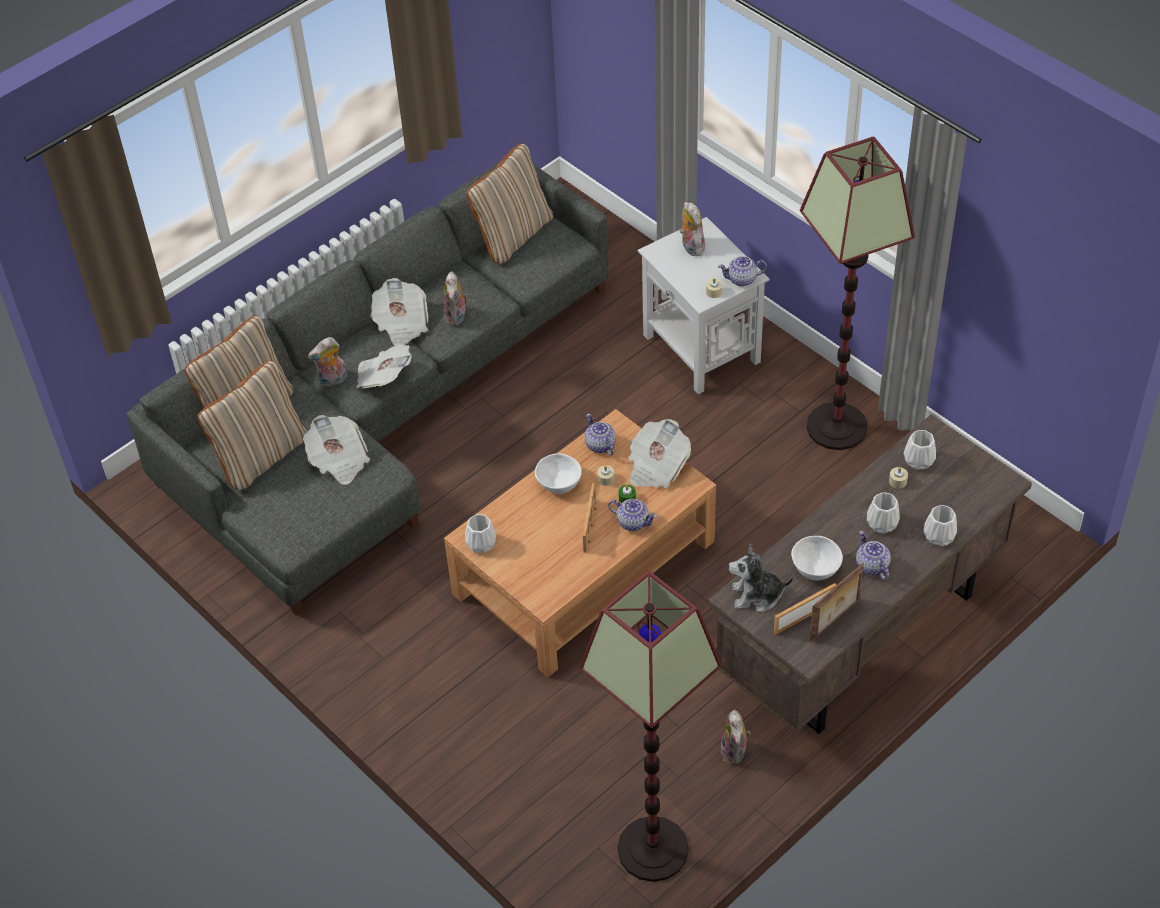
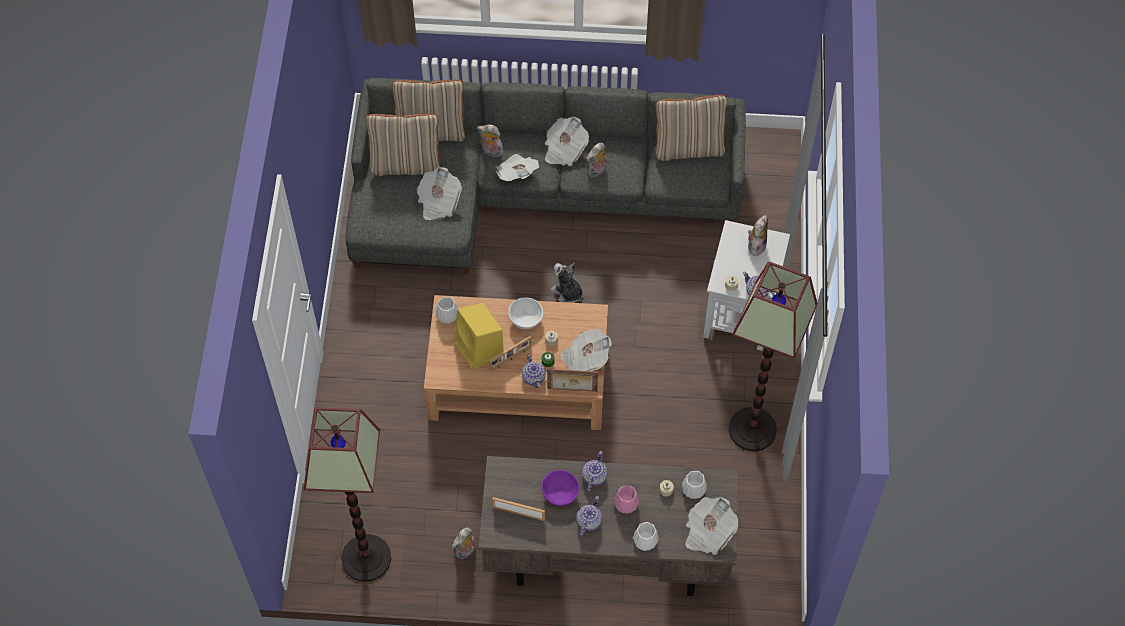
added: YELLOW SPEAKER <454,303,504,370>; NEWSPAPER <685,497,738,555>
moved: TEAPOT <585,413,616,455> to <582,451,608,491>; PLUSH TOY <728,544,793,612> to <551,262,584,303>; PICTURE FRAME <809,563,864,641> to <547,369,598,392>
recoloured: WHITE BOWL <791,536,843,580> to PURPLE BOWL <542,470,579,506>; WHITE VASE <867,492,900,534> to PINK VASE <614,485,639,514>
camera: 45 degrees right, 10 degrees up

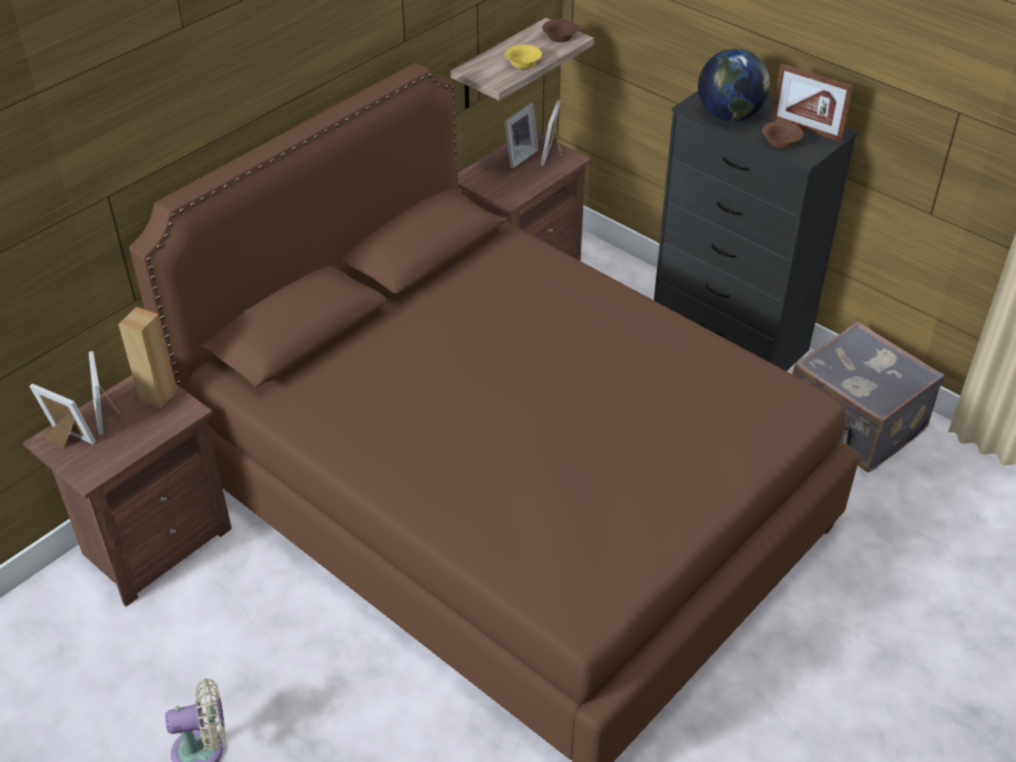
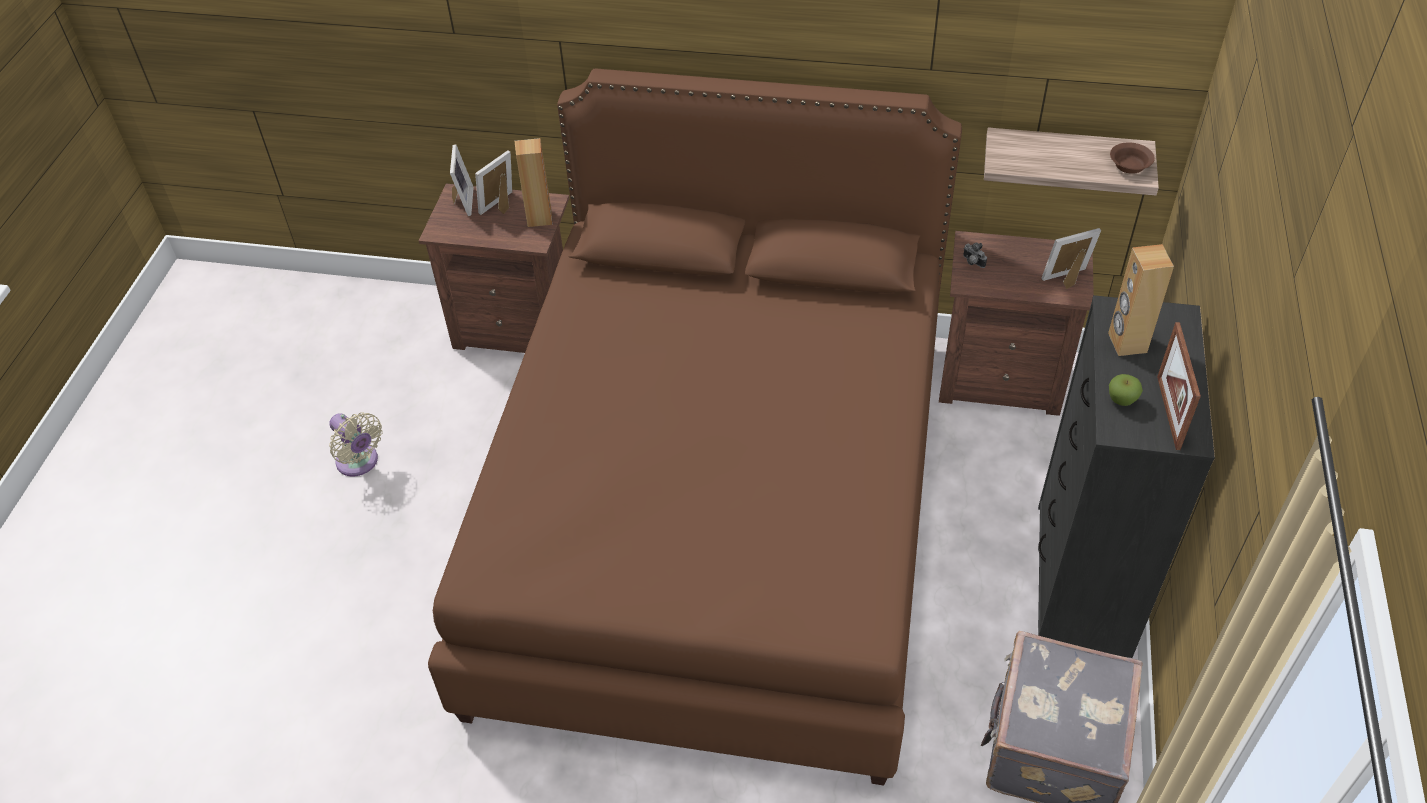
removed: YELLOW BOWL <505,45,542,69>; PICTURE FRAME <505,103,539,168>
added: PHOTO CAMERA <963,242,987,268>
replaced: GLOBE <698,49,770,122> to BROWN SPEAKER <1108,244,1174,356>; BROWN BOWL <762,121,803,149> to APPLE <1109,374,1143,406>
camera: 60 degrees right, 5 degrees up

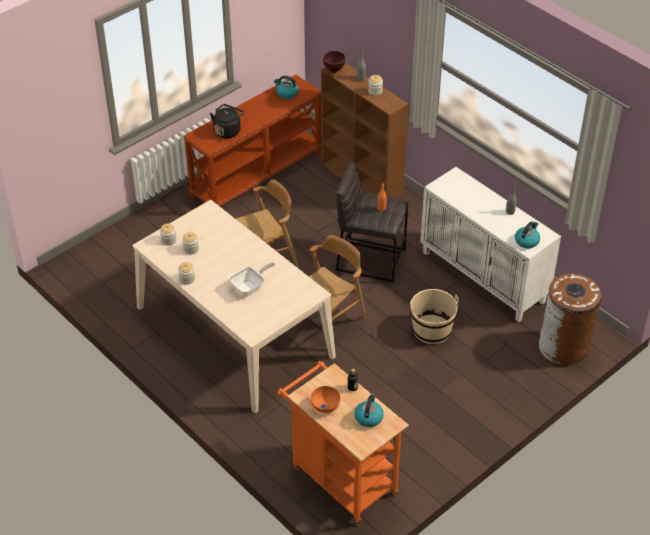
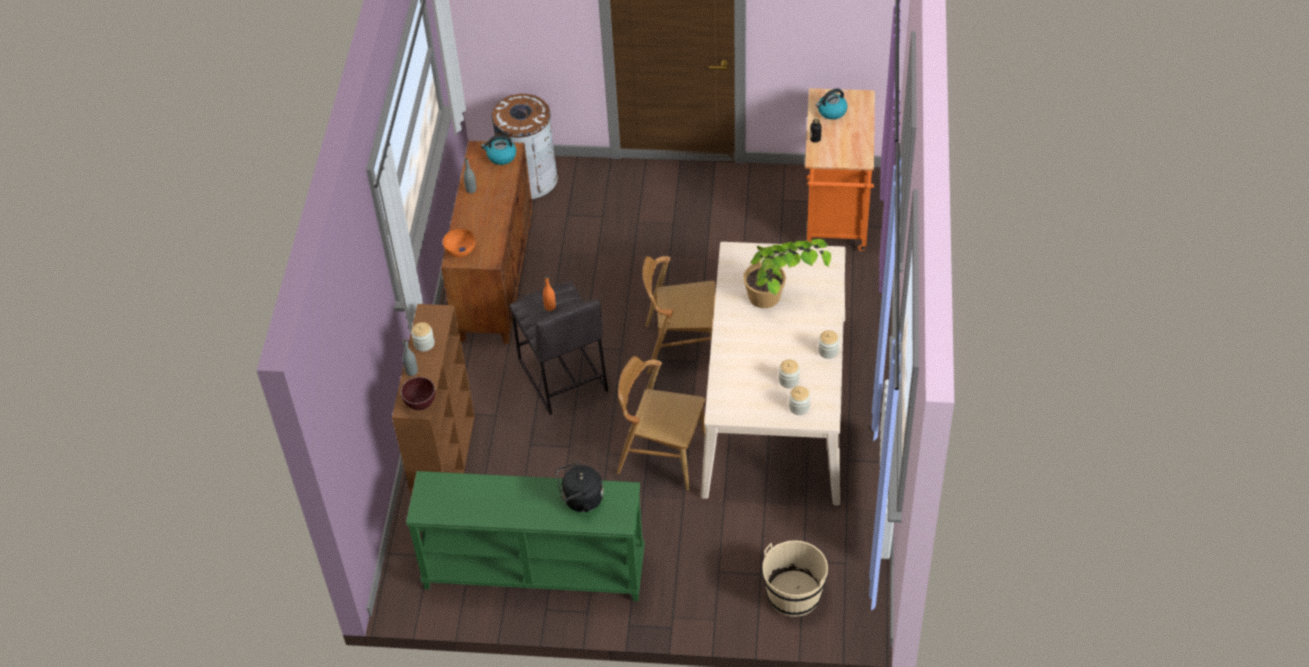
removed: KETTLE <274,76,298,99>
moved: ORANGE BOWL <311,386,340,413> to <443,229,475,257>; BEIGE BUCKET <410,289,459,344> to <762,541,828,617>
replaced: FRYING PAN <229,262,275,296> to POTTED PLANT <743,239,831,308>
recoloured: BROWN CONSOLE TABLE <183,75,321,206> to GREEN CONSOLE TABLE <406,471,645,601>; WHITE CABINET <420,167,561,322> to BROWN CABINET <441,141,533,344>
camera: 130 degrees left, 5 degrees up

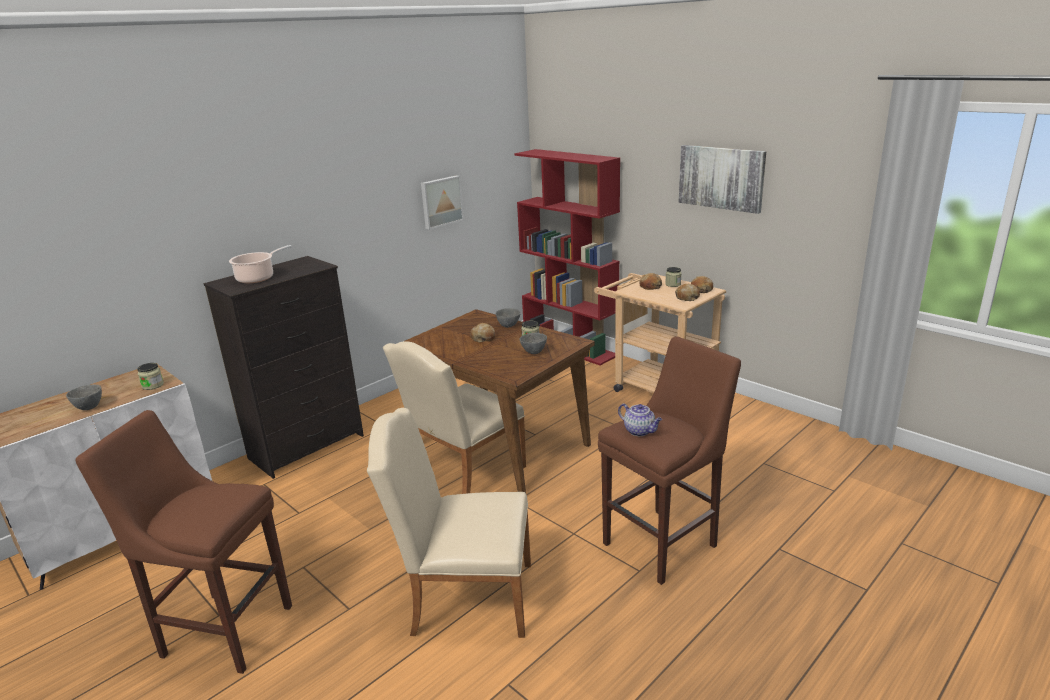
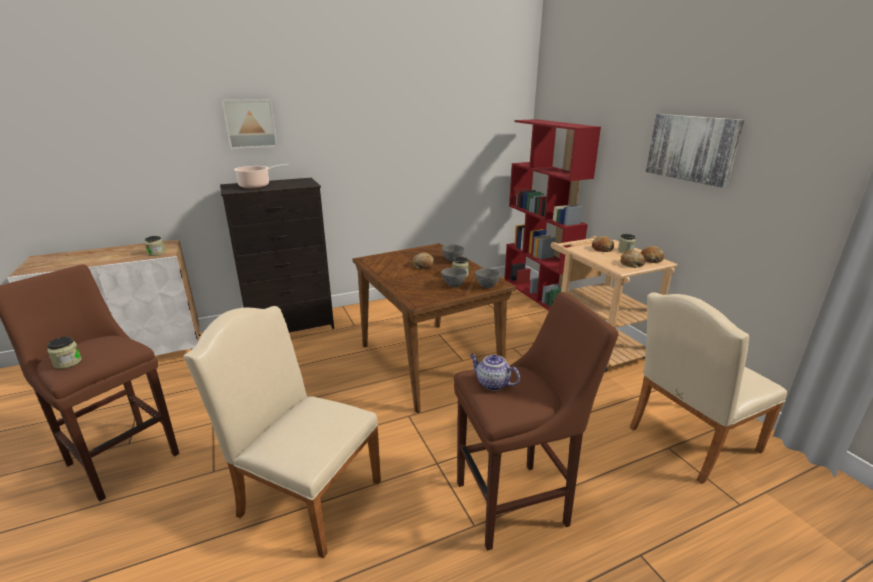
added: JAR <47,337,82,369>
moved: GREY BOWL <66,384,102,410> to <475,268,500,288>; BEIGE CHAIR <383,341,526,494> to <629,293,787,484>; PICTURE <421,175,464,229> to <222,99,278,149>
turned: TEAPOT <618,404,662,436> = <469,354,520,391> 150 degrees clockwise
camera: 20 degrees right, 0 degrees up

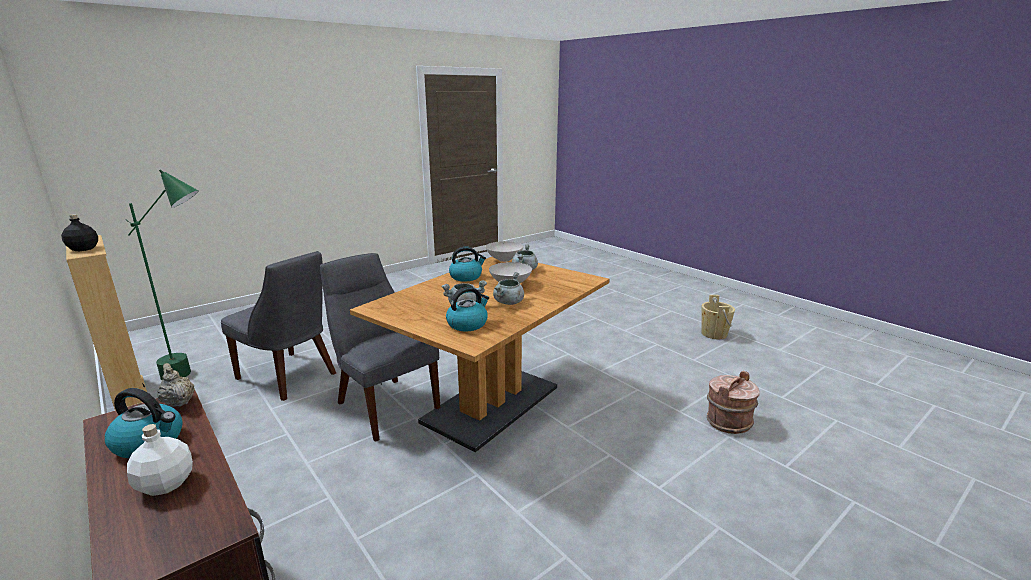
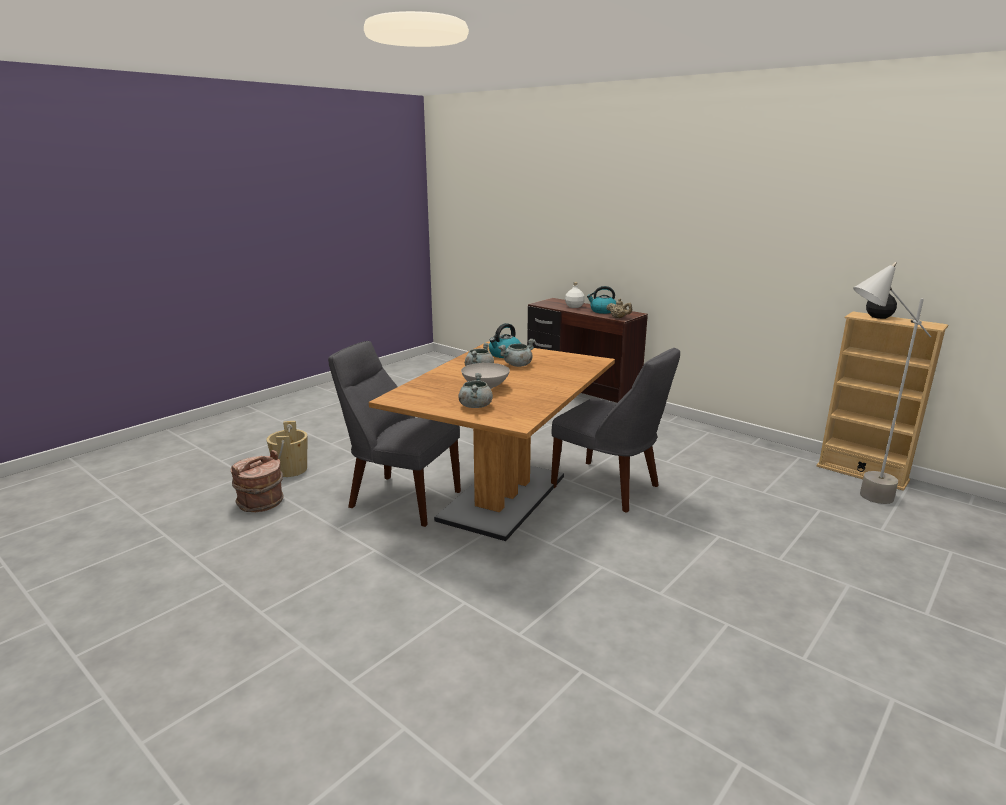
removed: KETTLE <449,247,486,281>; WHITE BOWL <486,241,523,262>
moved: GREY CHAIR <221,251,336,401> to <328,341,461,527>; BEIGE BUCKET <701,295,735,339> to <266,421,308,477>
recoloured: GREEN FLOOR LAMP <126,169,199,380> to GREY FLOOR LAMP <853,262,931,504>
camera: 170 degrees right, 0 degrees up

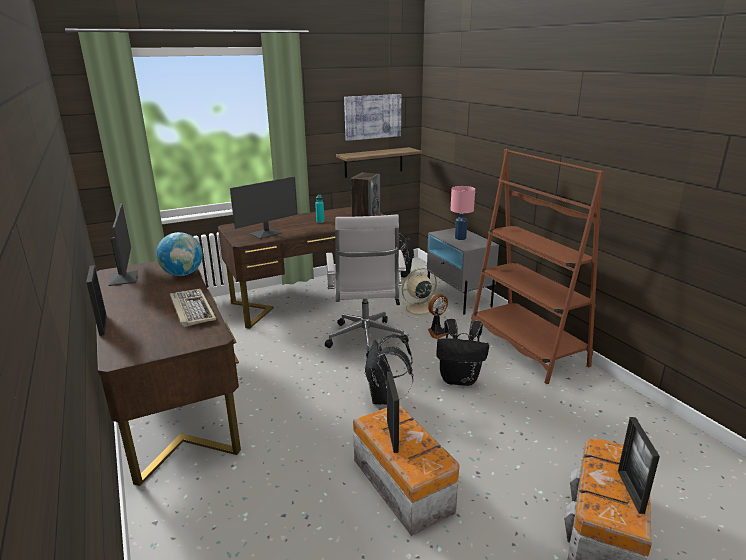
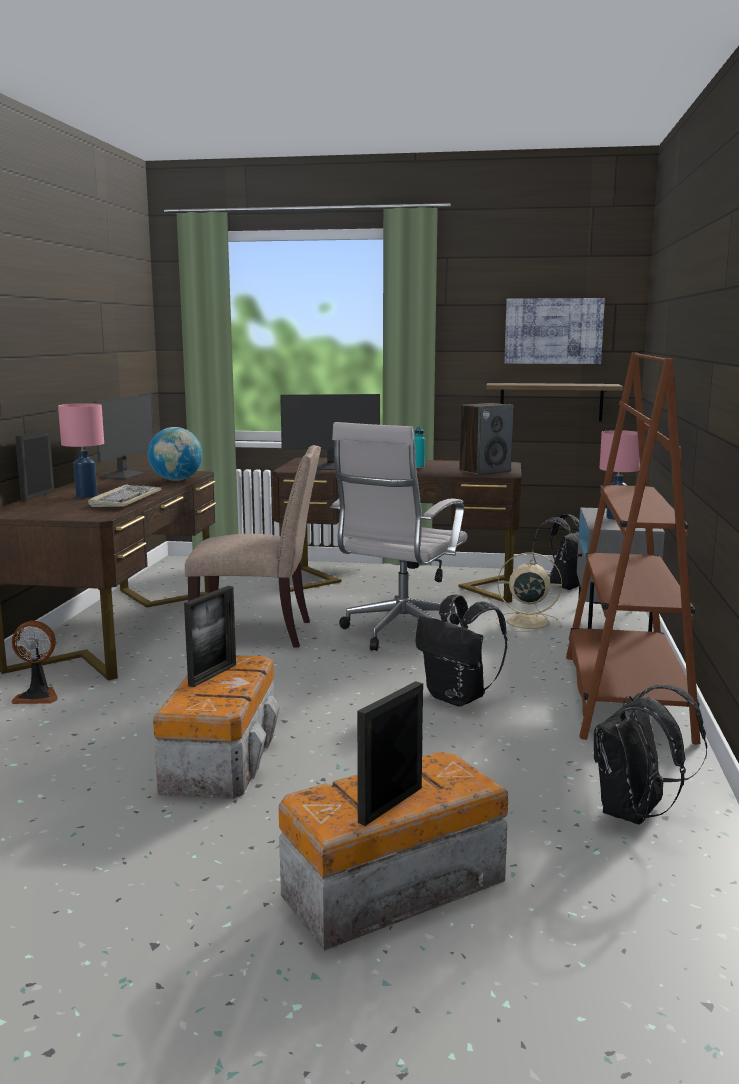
added: PINK TABLE LAMP <58,403,104,498>; BEIGE CHAIR <185,445,321,648>
moved: BLACK BACKPACK <364,334,413,405> to <594,685,707,825>; FAN <428,294,448,339> to <11,621,57,704>
camera: 35 degrees right, 10 degrees down

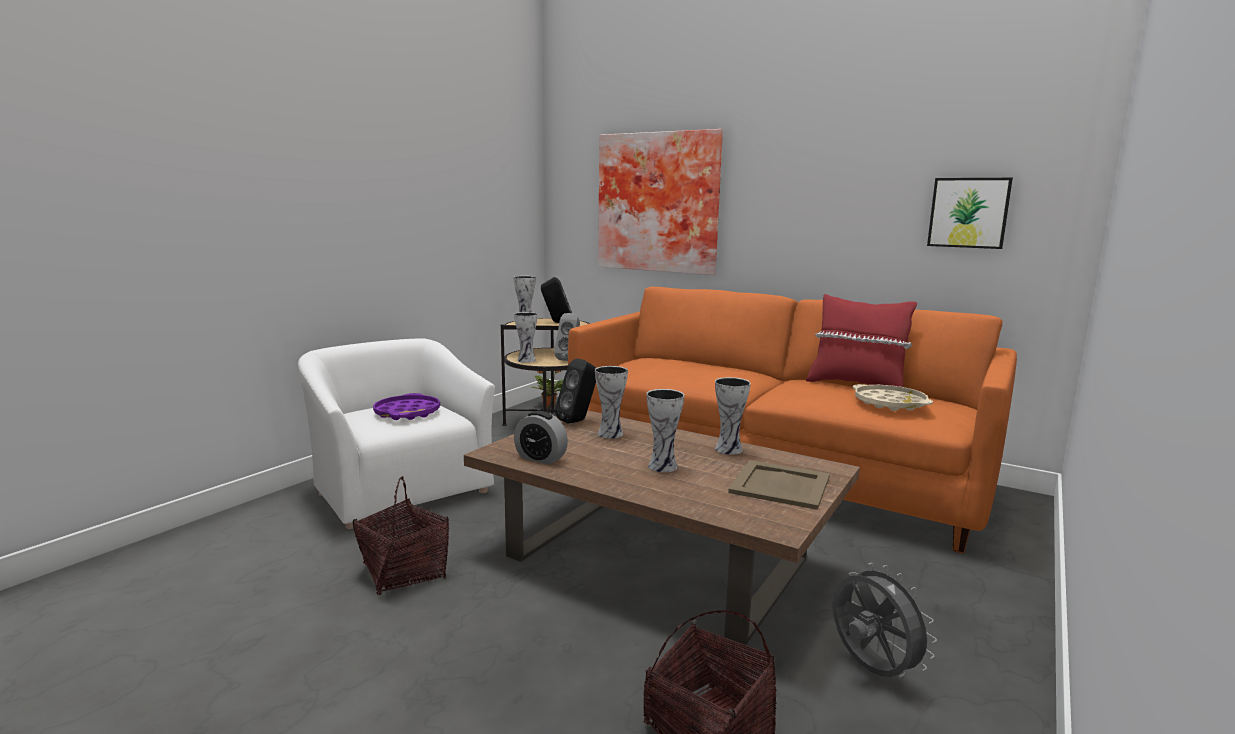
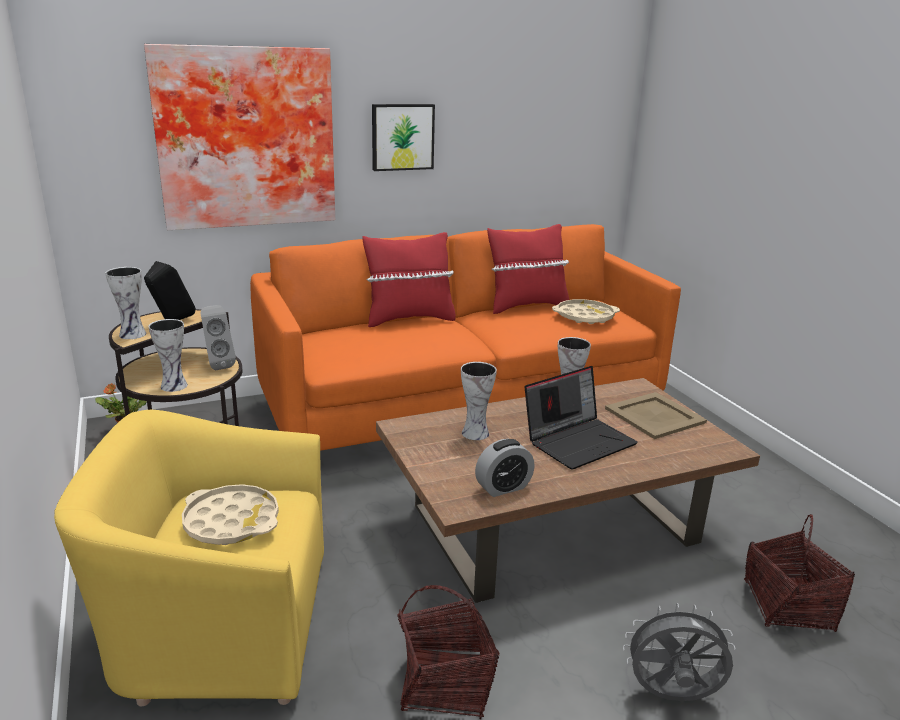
removed: BLACK SPEAKER <555,358,596,424>
added: RED PILLOW <362,232,456,327>
moved: GREY FAN <832,563,937,677> to <623,603,736,701>; PICTURE <927,178,1013,249> to <372,104,435,171>
replaced: VASE <646,389,684,472> to LAPTOP <525,366,638,470>
recoloured: WHITE ARMCHAIR <298,339,495,529> to YELLOW ARMCHAIR <54,410,324,707>; PURPLE TRAY <373,393,440,420> to BEIGE TRAY <182,484,279,545>
camera: 55 degrees left, 10 degrees up

